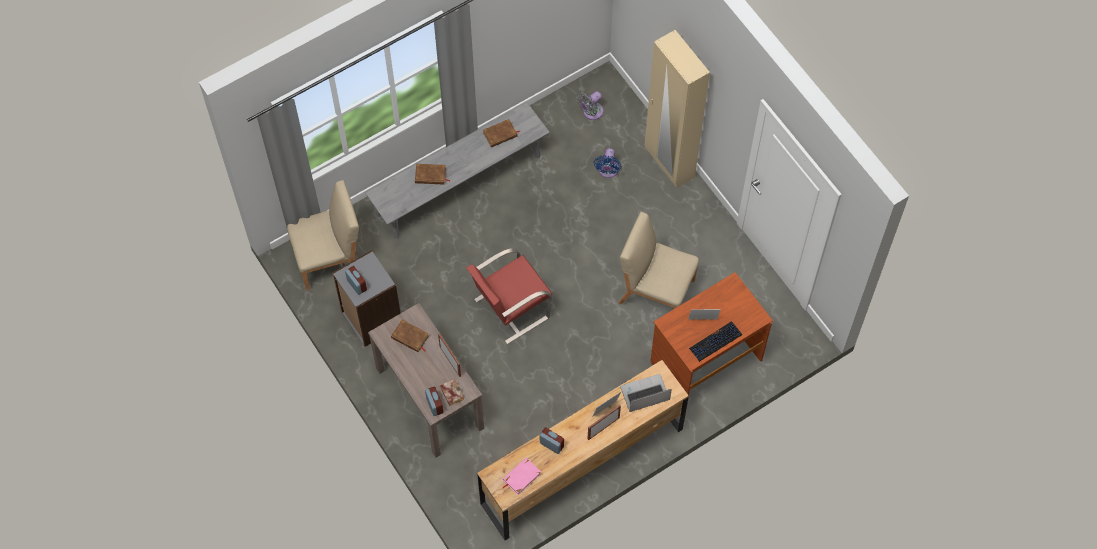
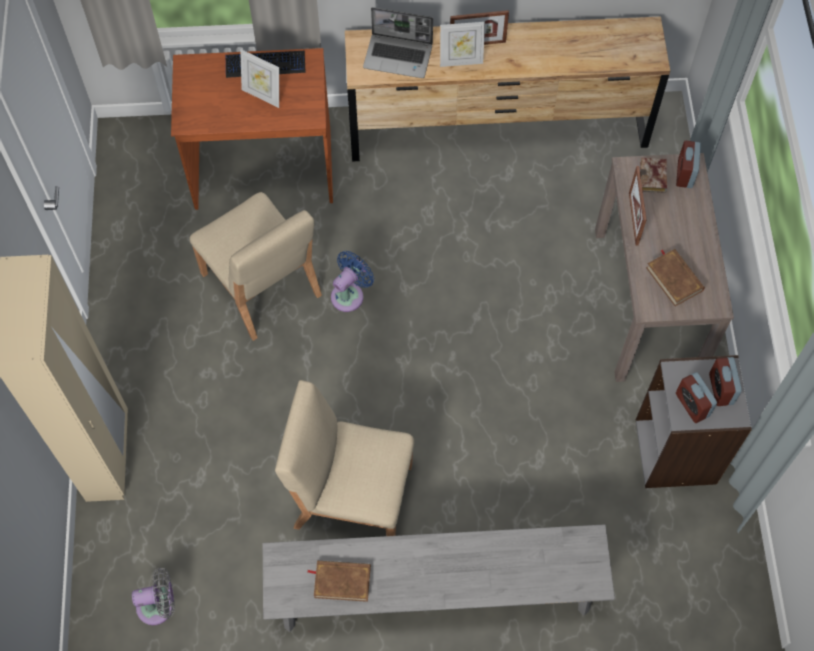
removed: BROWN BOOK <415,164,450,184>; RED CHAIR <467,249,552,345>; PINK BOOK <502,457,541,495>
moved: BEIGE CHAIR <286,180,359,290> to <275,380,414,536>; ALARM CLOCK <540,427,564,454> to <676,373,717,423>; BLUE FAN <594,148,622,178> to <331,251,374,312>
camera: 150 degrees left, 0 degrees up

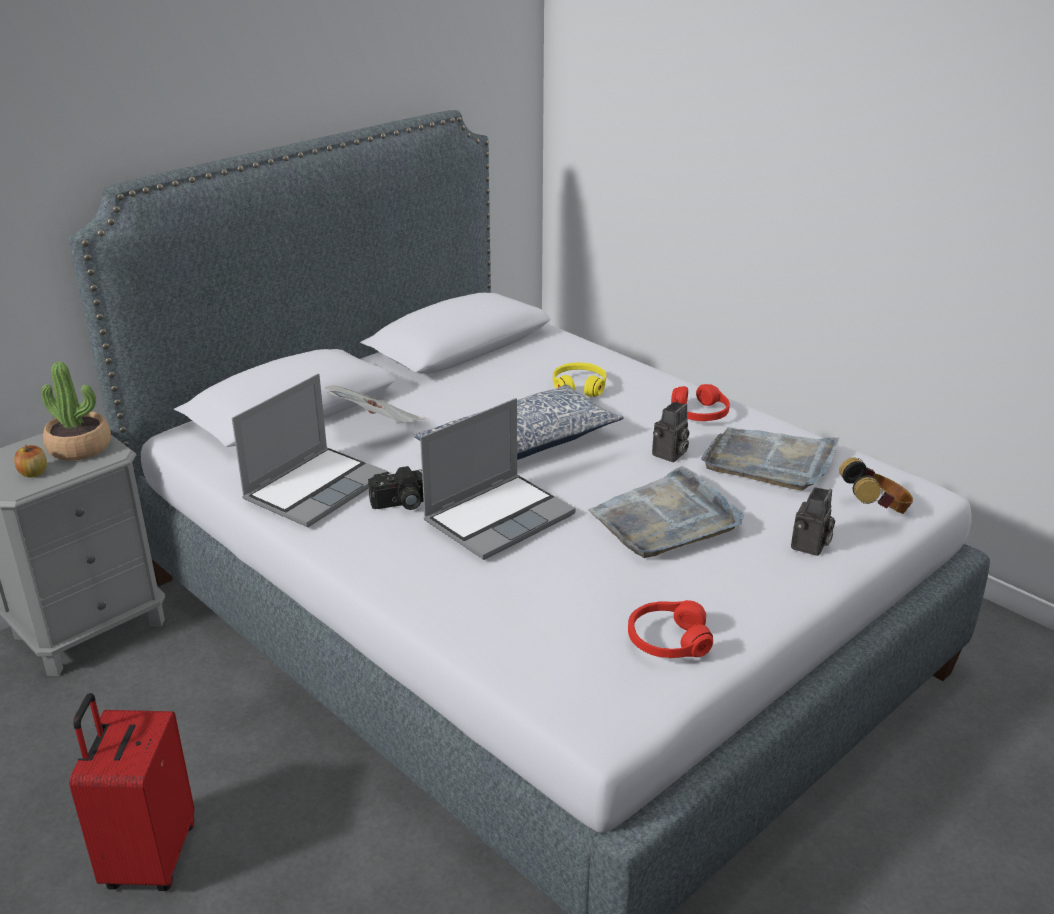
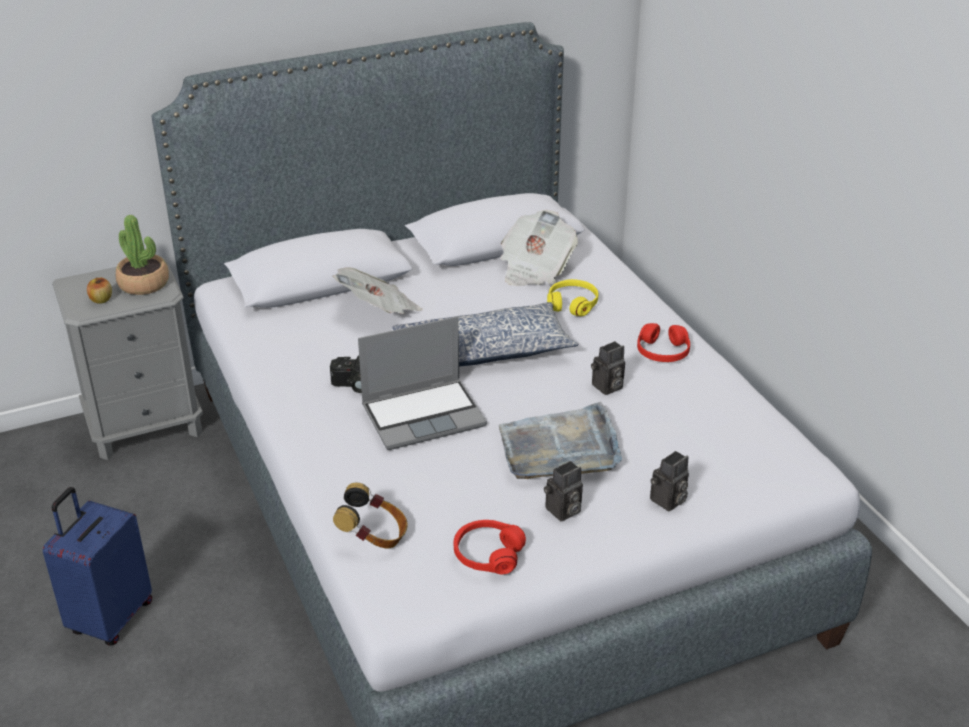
removed: LAPTOP <232,374,388,527>; GREY TRAY <701,427,839,490>
added: NEWSPAPER <501,210,578,286>; PHOTO CAMERA <544,461,583,521>
moved: HEADPHONES <839,457,913,514> to <333,483,407,548>
recoloured: RED SUITCASE <69,693,194,891> to BLUE SUITCASE <43,487,152,646>
camera: 20 degrees right, 5 degrees up

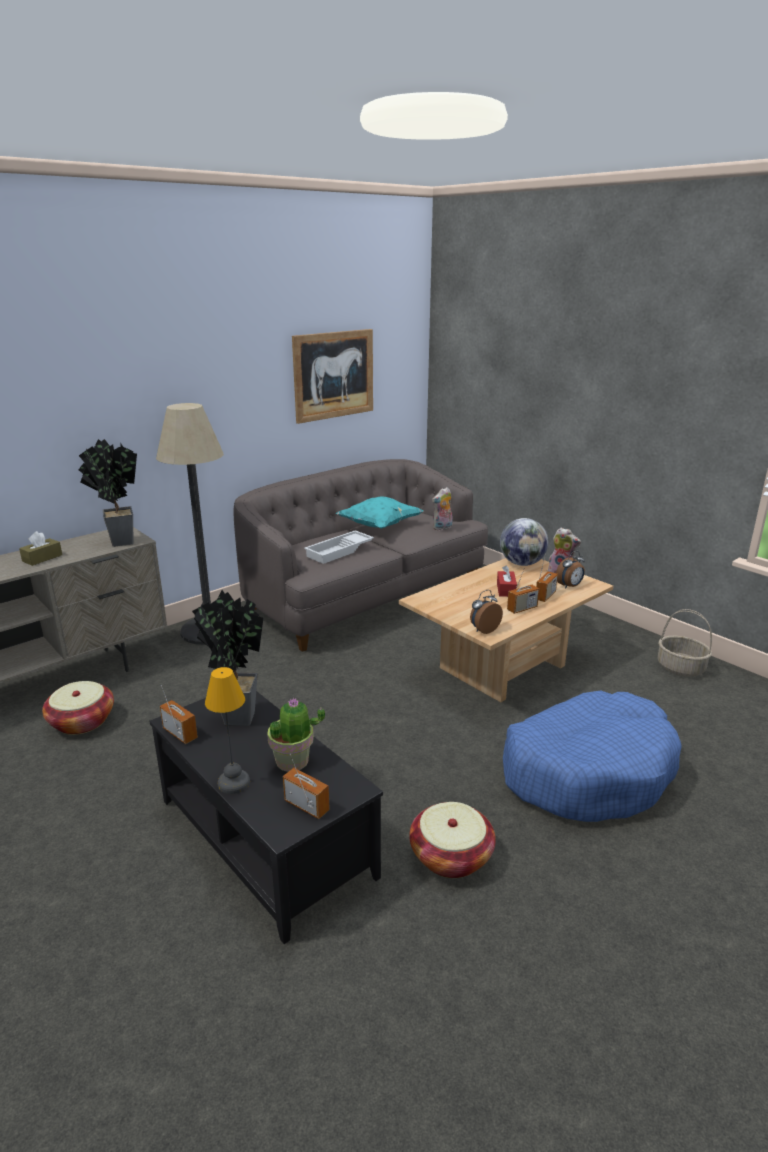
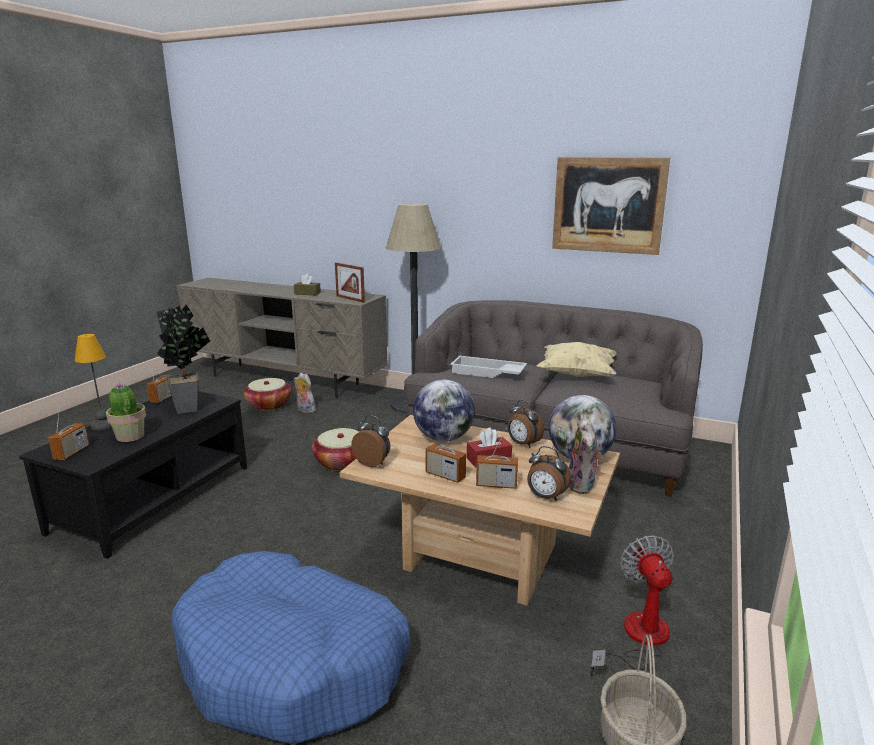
added: GLOBE <413,380,475,442>; ALARM CLOCK <508,400,544,447>; FAN <590,535,674,677>
moved: BASKET <409,802,496,878> to <312,428,359,471>; PLUSH TOY <432,487,453,530> to <294,373,316,413>
replaced: POTTED PLANT <78,439,137,547> to PICTURE FRAME <335,262,365,303>
recoloured: TURQUOISE PILLOW <336,496,423,529> to BEIGE PILLOW <536,342,616,377>
camera: 65 degrees right, 5 degrees down

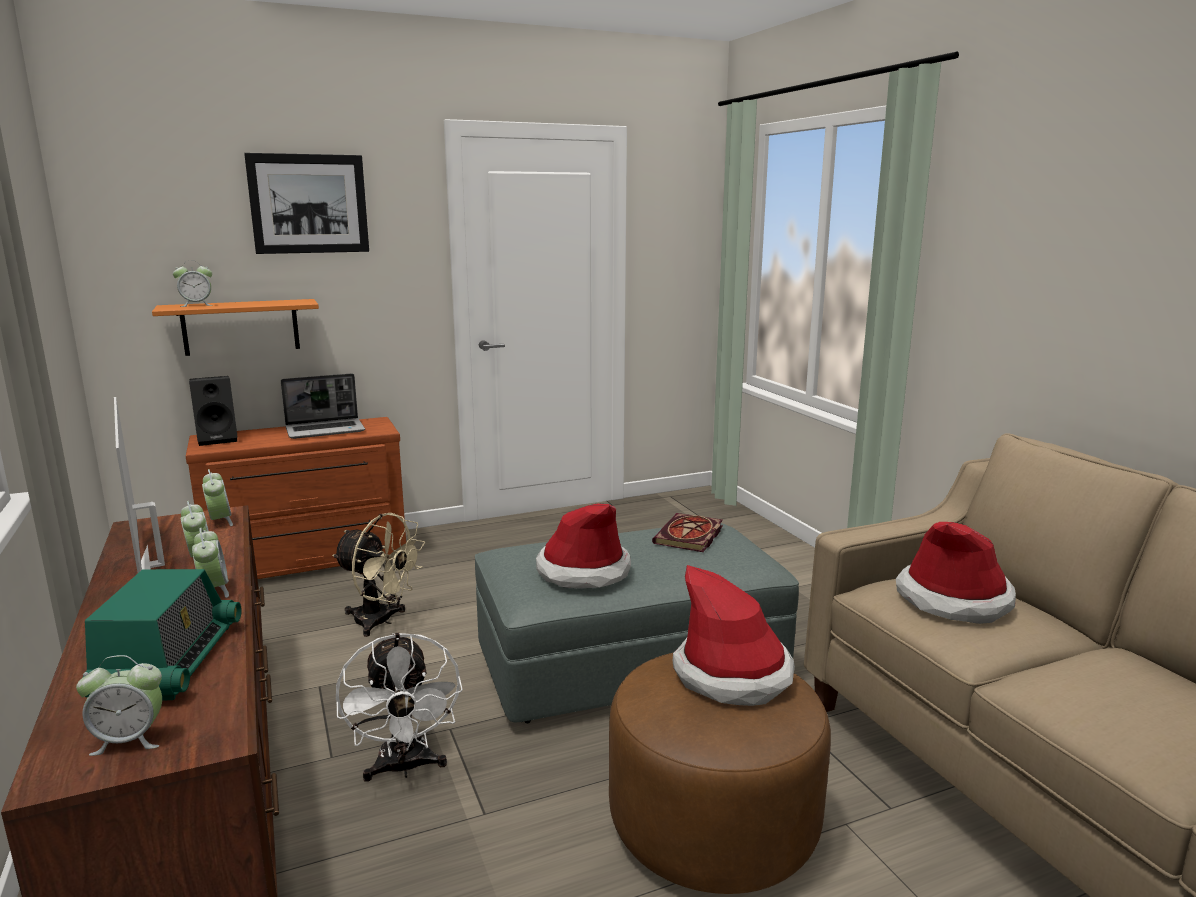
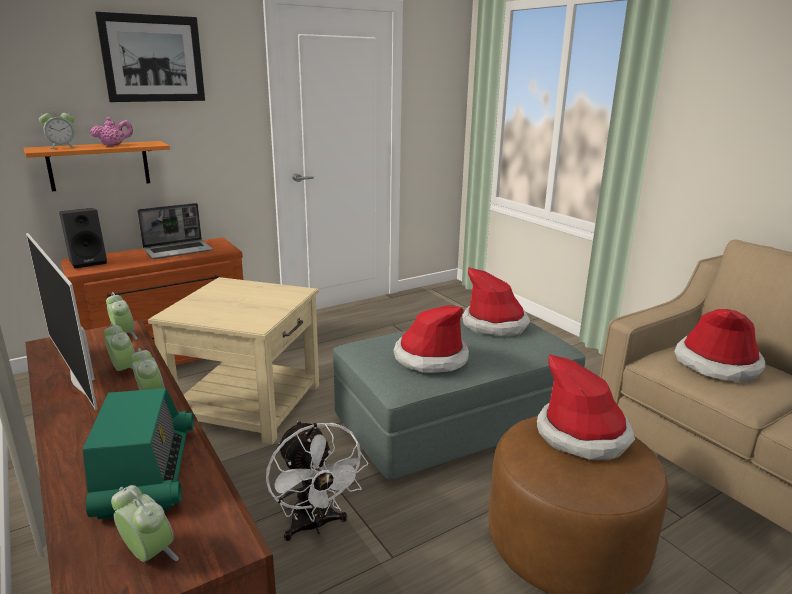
added: PINK TEAPOT <90,117,133,146>
replaced: BEIGE FAN <332,513,425,637> to BEIGE SIDE TABLE <148,277,319,445>; BOOK <652,513,723,552> to HAT <462,267,530,336>
turned: ALARM CLOCK <76,655,162,756> = <111,485,179,562> 120 degrees counterclockwise
camera: 10 degrees left, 5 degrees up

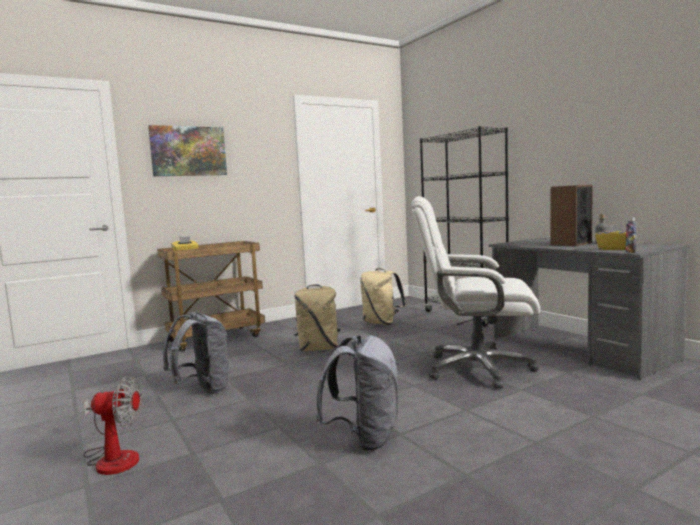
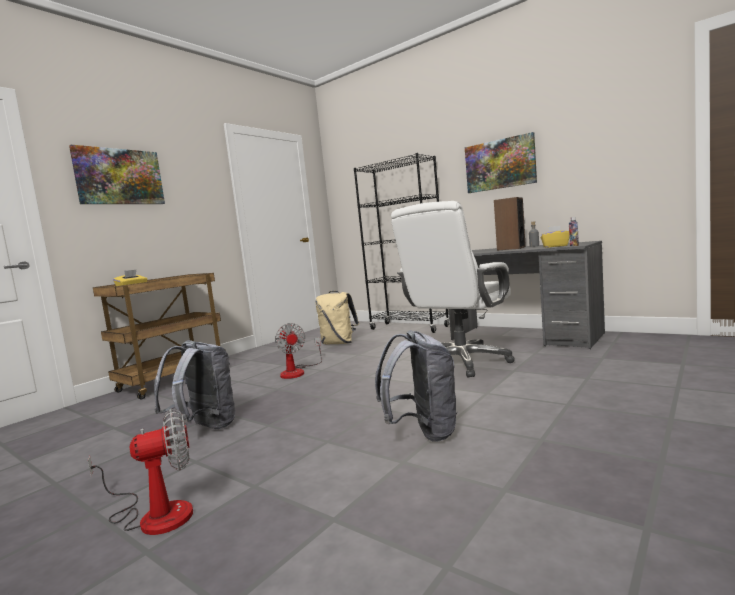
added: PICTURE <465,132,537,193>
replaced: BEIGE BACKPACK <294,284,340,351> to FAN <275,323,322,379>
turned: WHITE OFFICE CHAIR <411,196,540,389> = <391,201,515,377> 45 degrees counterclockwise
camera: 20 degrees left, 0 degrees up

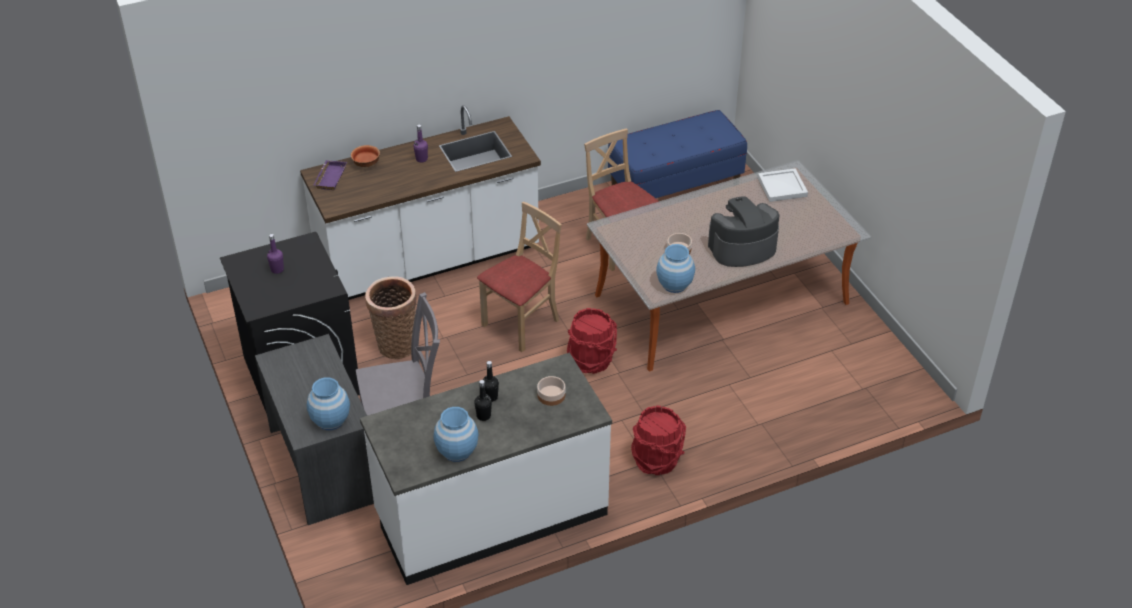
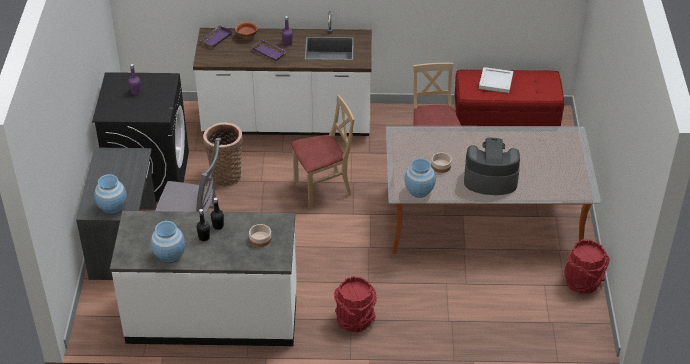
added: PURPLE TRAY <251,39,287,61>
moved: RED BUCKET <567,308,617,374> to <564,239,610,294>; WHITE TRAY <758,168,808,202> to <479,67,513,93>
recoloured: BLUE BENCH <608,110,747,198> to RED BENCH <455,70,564,126>
camera: 25 degrees right, 0 degrees up

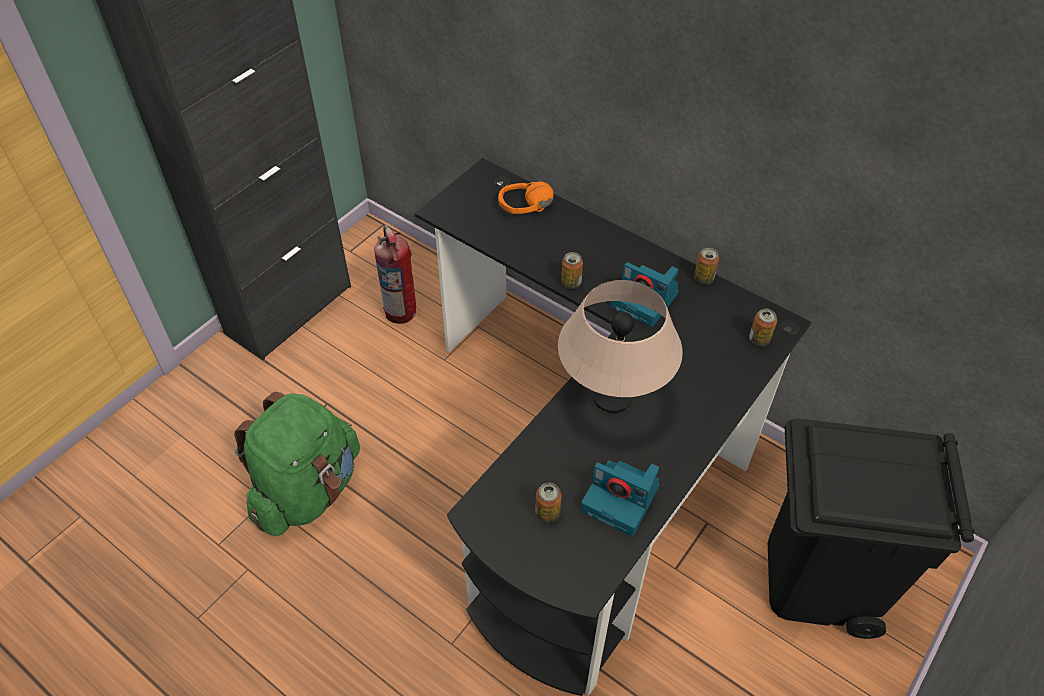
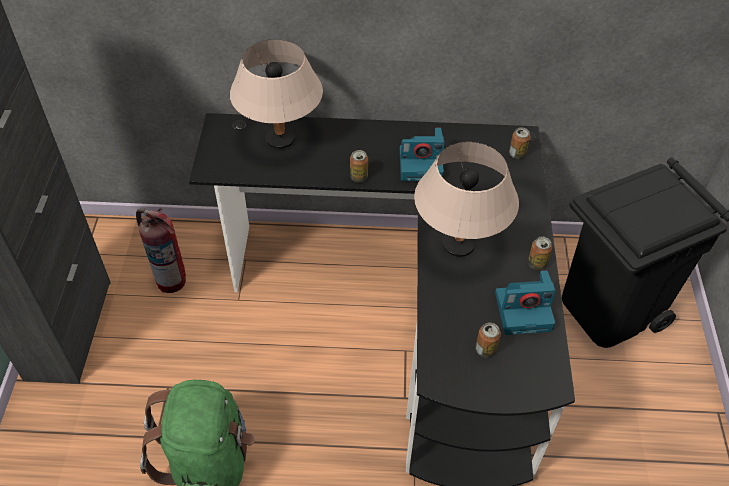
moved: CAN <694,247,719,284> to <528,236,552,270>
replaced: ORANGE HEADPHONES <498,182,553,214> to BEIGE TABLE LAMP <230,39,323,149>
camera: 35 degrees left, 0 degrees up

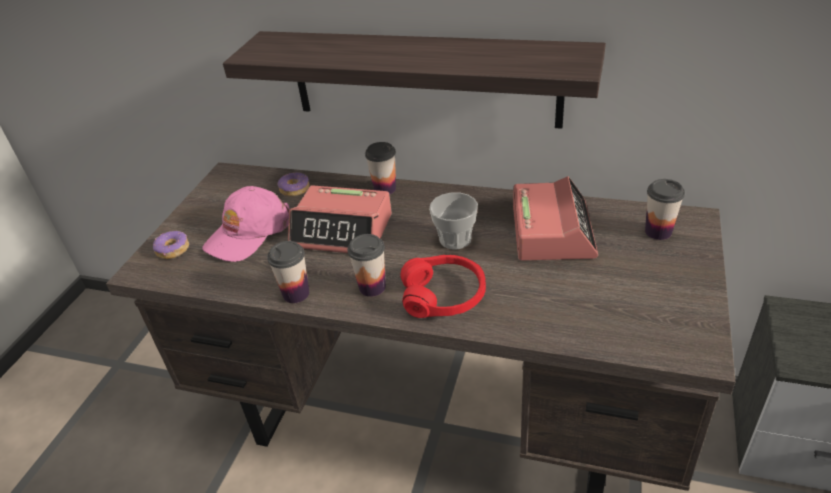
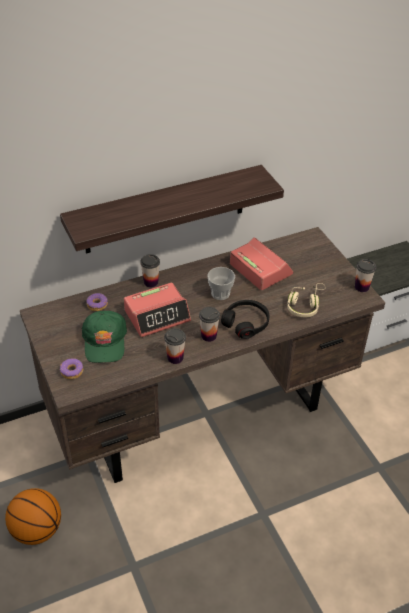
added: BASKETBALL <5,488,61,545>; BEIGE HEADPHONES <287,283,326,317>
moved: CUP <645,179,685,240> to <355,259,376,292>
recoloured: PINK CAP <202,186,290,262> to GREEN CAP <81,311,127,363>; RED HEADPHONES <400,255,486,318> to BLACK HEADPHONES <221,300,269,339>
camera: 45 degrees left, 5 degrees up

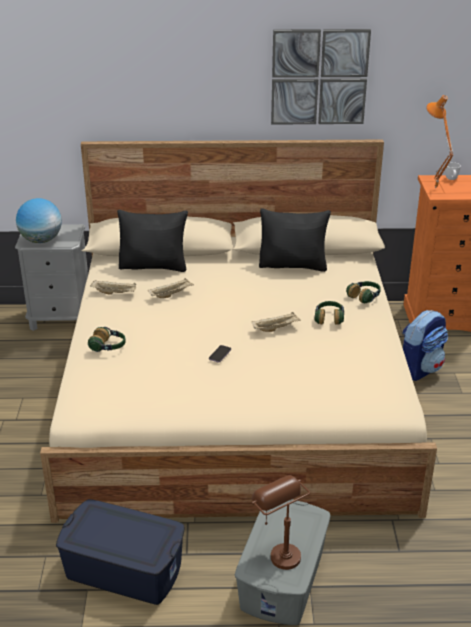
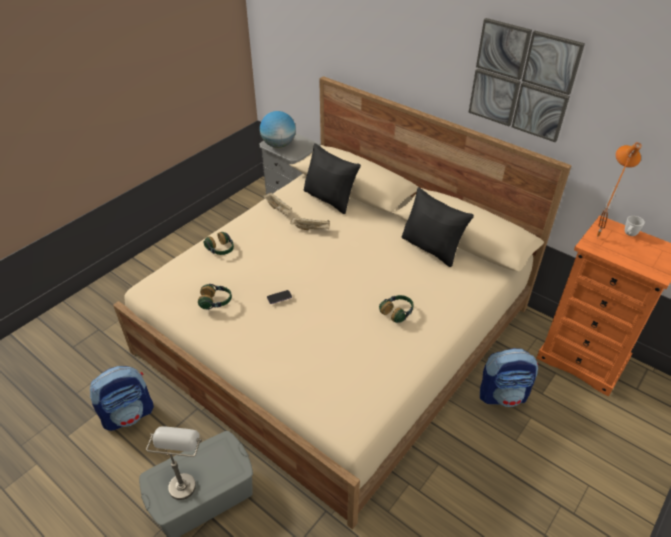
removed: BEIGE TRAY <251,312,301,332>
moved: HEADPHONES <346,281,381,303> to <198,284,232,310>
replaced: BLUE STORAGE BOX <56,499,185,605> to BACKPACK <90,366,154,431>
recoloured: BROWN TABLE LAMP <251,475,310,570> to GREY TABLE LAMP <146,426,202,500>
camera: 40 degrees right, 10 degrees up

